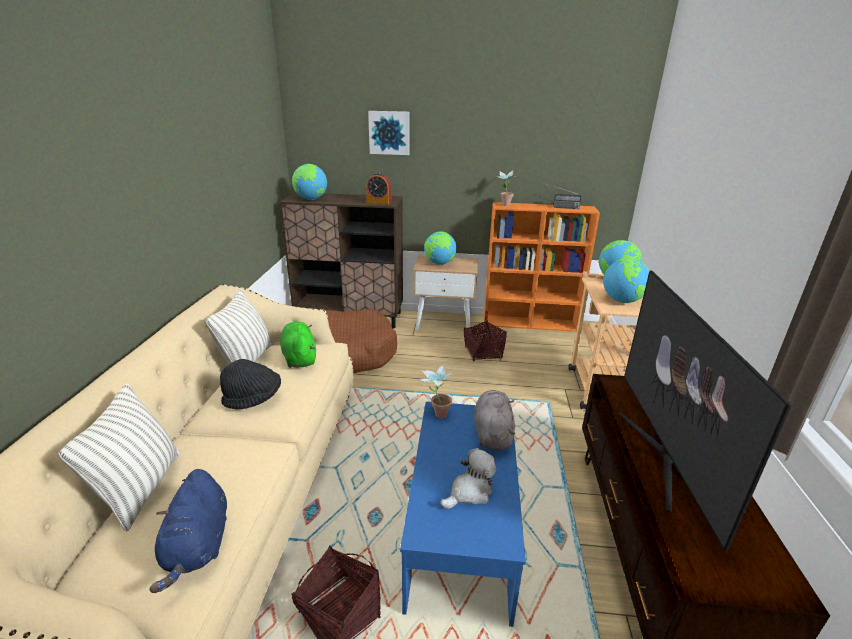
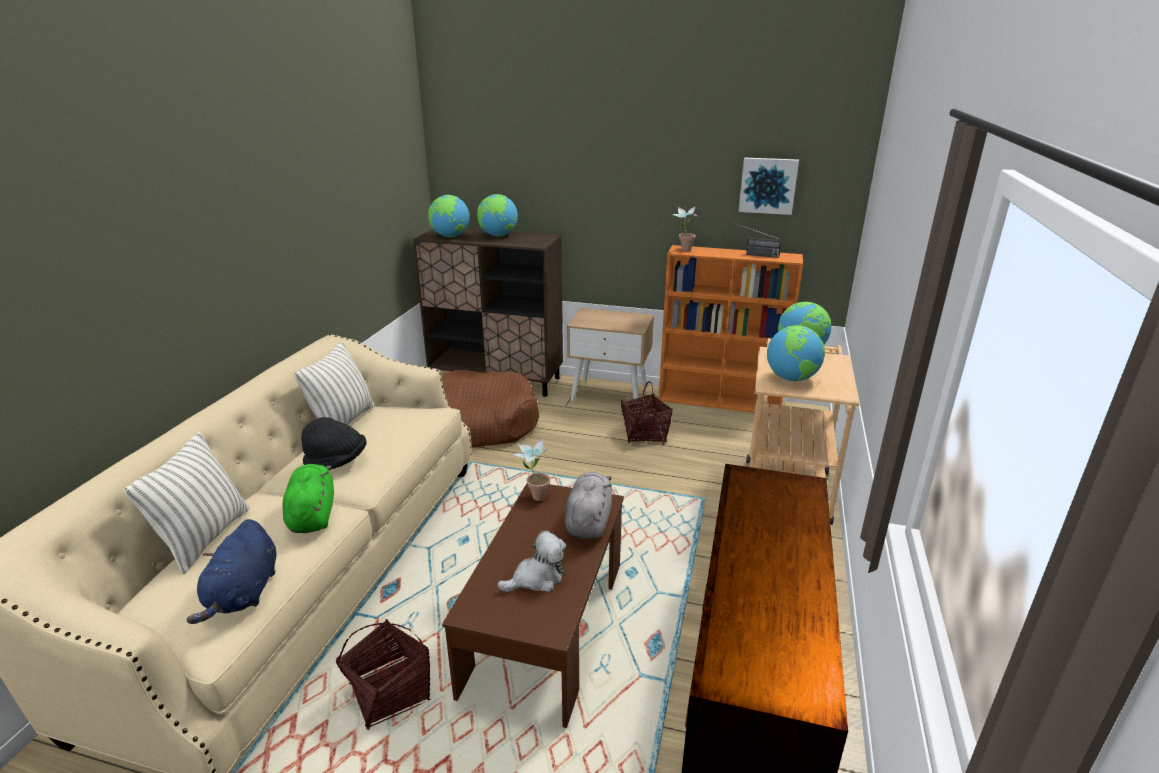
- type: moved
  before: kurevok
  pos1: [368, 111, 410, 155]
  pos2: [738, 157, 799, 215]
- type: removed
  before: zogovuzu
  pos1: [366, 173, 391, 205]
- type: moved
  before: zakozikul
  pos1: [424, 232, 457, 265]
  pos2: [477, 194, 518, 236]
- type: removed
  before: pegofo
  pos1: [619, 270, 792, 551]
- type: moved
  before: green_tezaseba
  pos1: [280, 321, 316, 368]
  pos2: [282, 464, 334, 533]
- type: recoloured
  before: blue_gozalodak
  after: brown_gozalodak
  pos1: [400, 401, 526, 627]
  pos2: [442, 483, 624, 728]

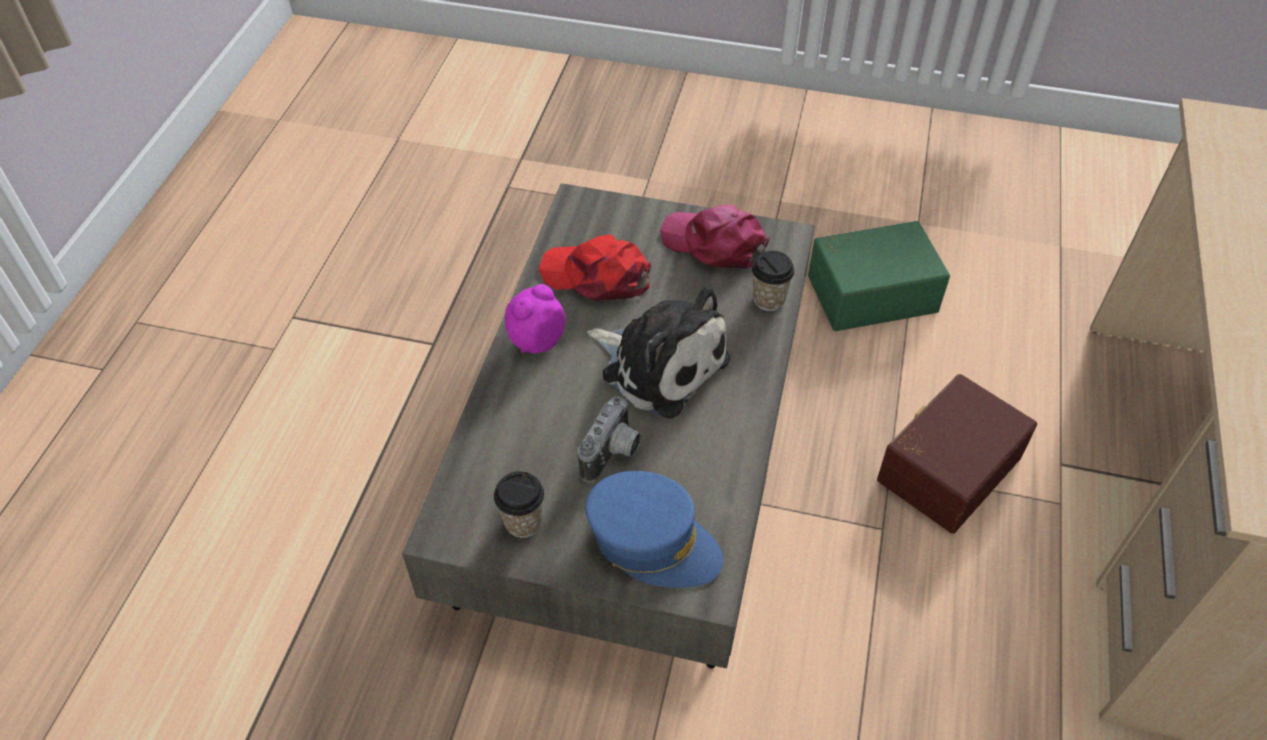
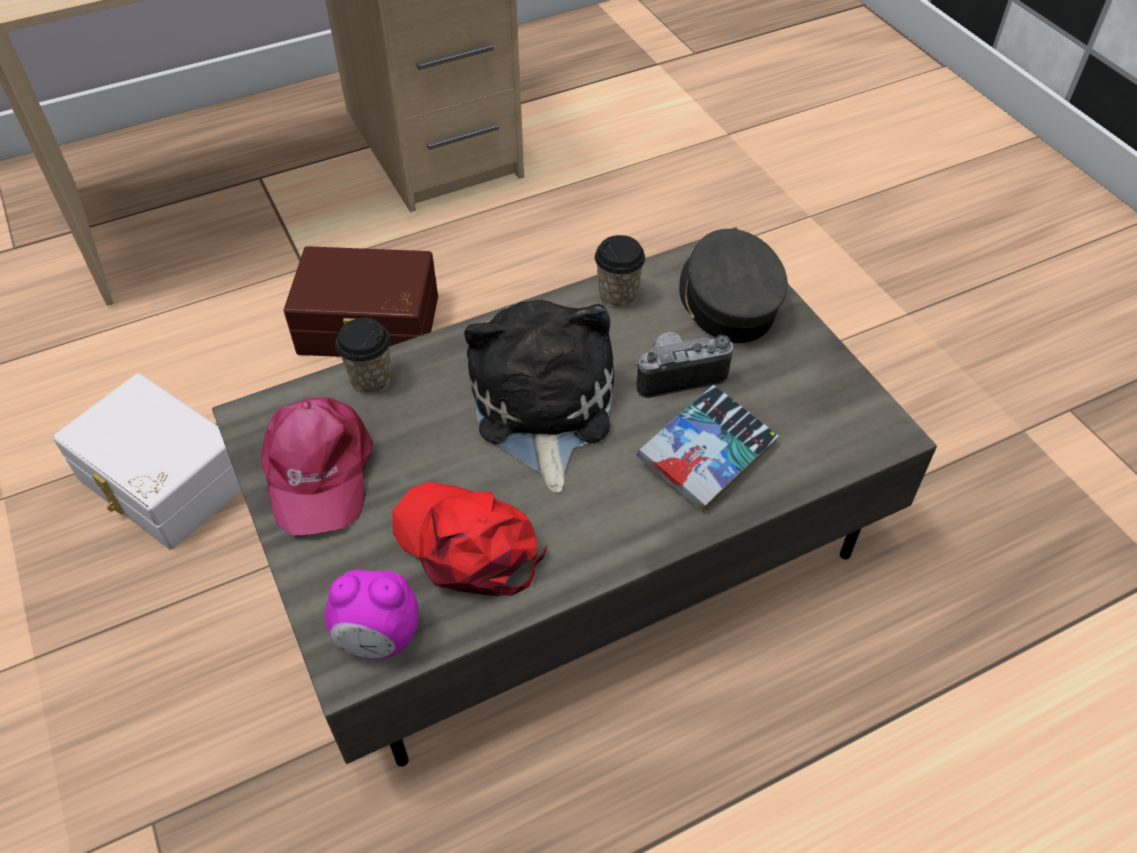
- type: recoloured
  before: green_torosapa
  after: white_torosapa
  pos1: [808, 221, 950, 331]
  pos2: [53, 373, 241, 550]
- type: turned
  before: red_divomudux
  pos1: [539, 234, 651, 301]
  pos2: [393, 482, 548, 597]
  turn: 150
- type: moved
  before: zogovuzu
  pos1: [505, 284, 566, 354]
  pos2: [325, 569, 418, 659]
- type: moved
  before: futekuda
  pos1: [494, 471, 544, 538]
  pos2: [595, 235, 645, 309]
- type: recoloured
  before: blue_divomudux
  after: grey_divomudux
  pos1: [586, 471, 723, 588]
  pos2: [679, 229, 788, 343]
- type: added
  after: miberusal
  pos2: [637, 385, 779, 512]

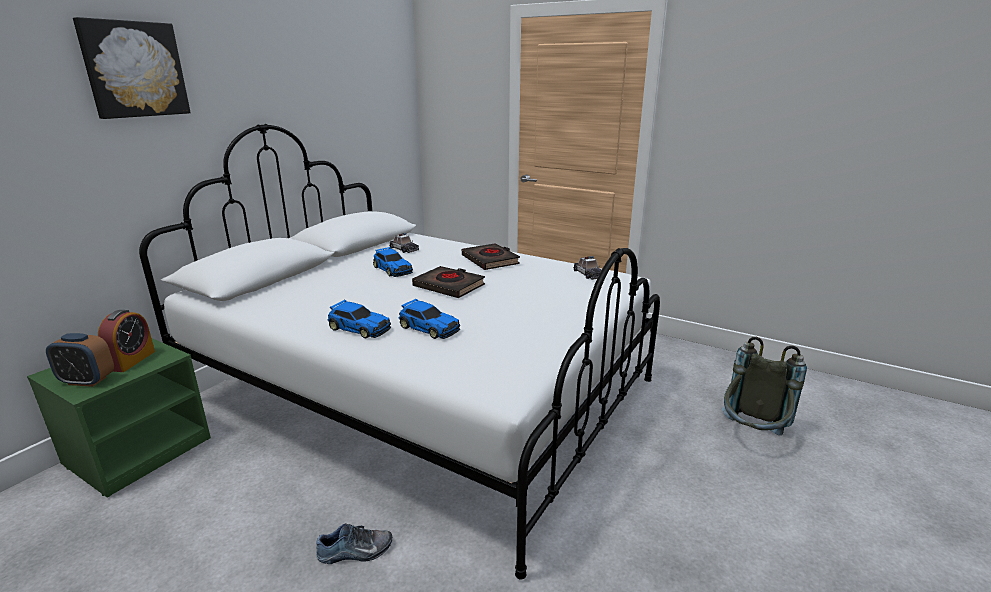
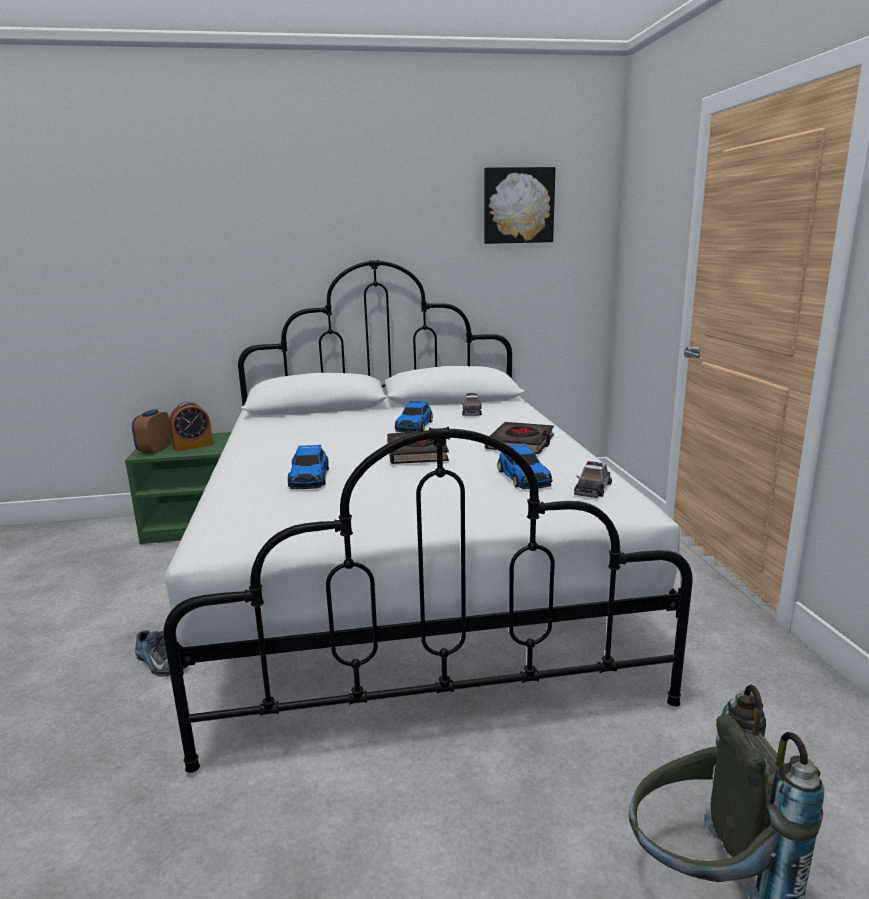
- type: moved
  before: kurevok
  pos1: [73, 17, 191, 119]
  pos2: [484, 167, 555, 244]
- type: moved
  before: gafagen
  pos1: [328, 300, 391, 339]
  pos2: [497, 443, 552, 489]
- type: turned
  before: zogovuzu
  pos1: [46, 333, 114, 387]
  pos2: [132, 409, 172, 454]
  turn: 45

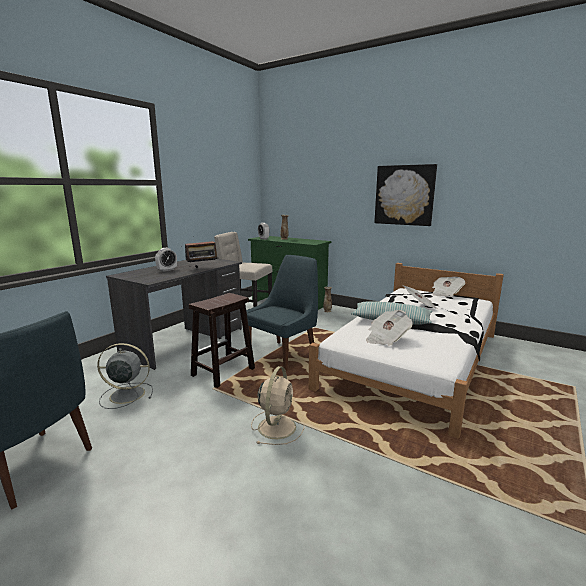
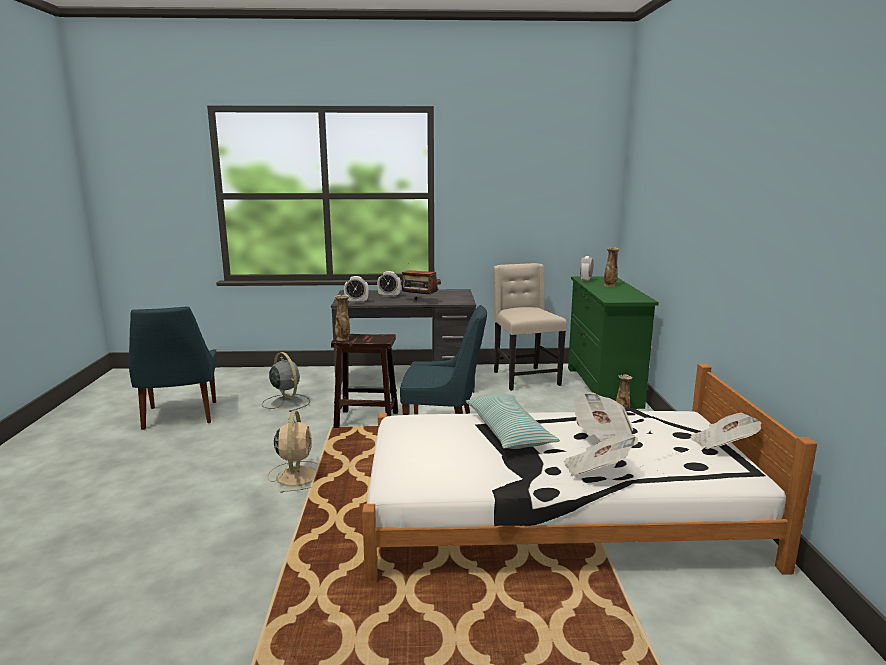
- type: removed
  before: kurevok
  pos1: [374, 164, 437, 226]
- type: moved
  before: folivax
  pos1: [366, 310, 413, 345]
  pos2: [564, 433, 638, 476]
- type: turned
  before: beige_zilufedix
  pos1: [251, 366, 304, 445]
  pos2: [268, 411, 321, 493]
  turn: -75
- type: added
  after: zogovuzu
  pos2: [344, 276, 369, 303]
- type: added
  after: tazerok
  pos2: [335, 295, 350, 341]

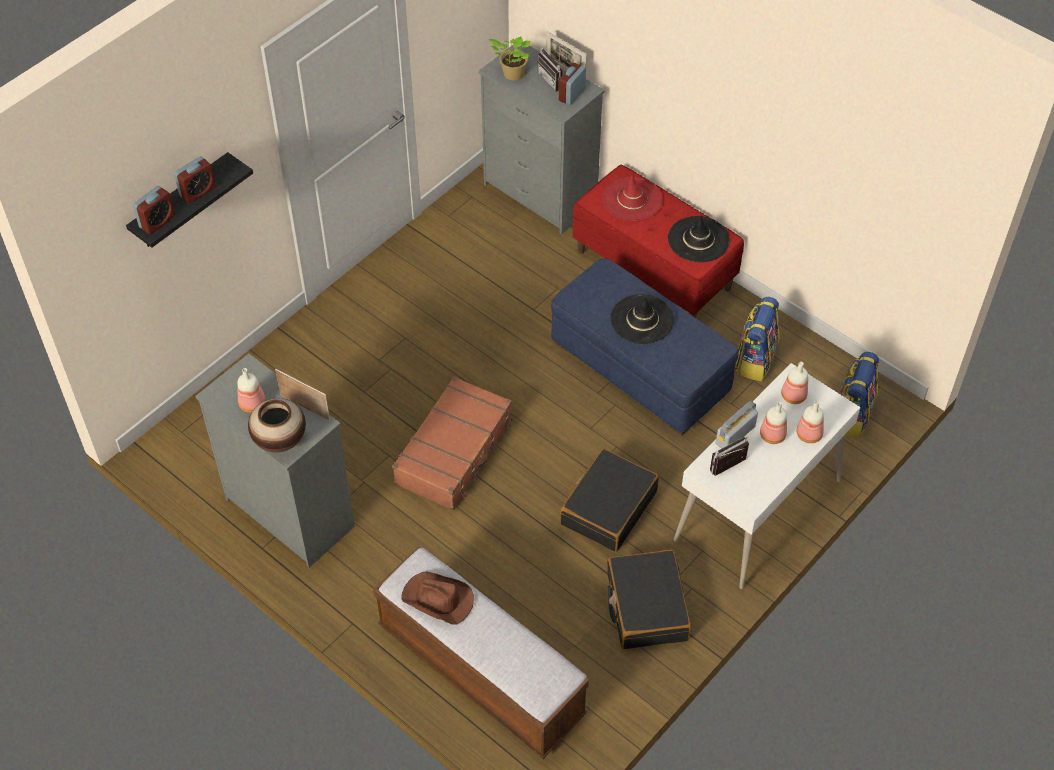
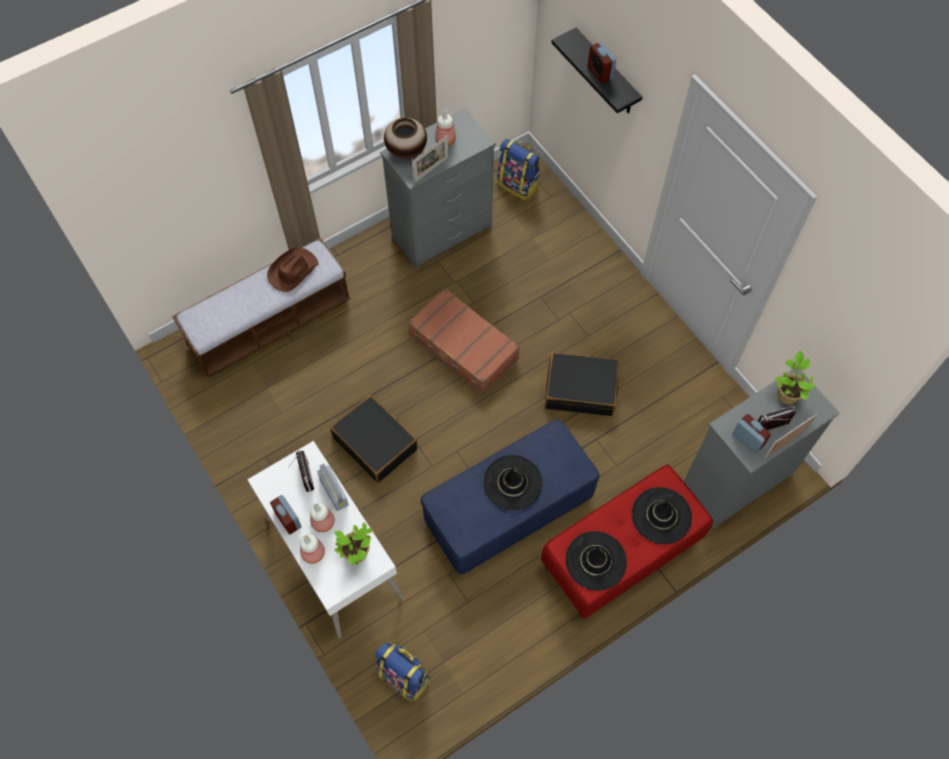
- type: recoloured
  before: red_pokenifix
  after: black_pokenifix
  pos1: [602, 174, 663, 221]
  pos2: [632, 487, 692, 544]
- type: moved
  before: zogovuzu
  pos1: [133, 186, 175, 234]
  pos2: [270, 495, 302, 534]
- type: moved
  before: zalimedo
  pos1: [735, 297, 779, 382]
  pos2: [497, 139, 540, 201]
- type: replaced
  before: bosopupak
  after: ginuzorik
  pos1: [781, 362, 808, 404]
  pos2: [334, 522, 373, 566]
- type: moved
  before: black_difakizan
  pos1: [607, 549, 691, 649]
  pos2: [545, 352, 619, 416]

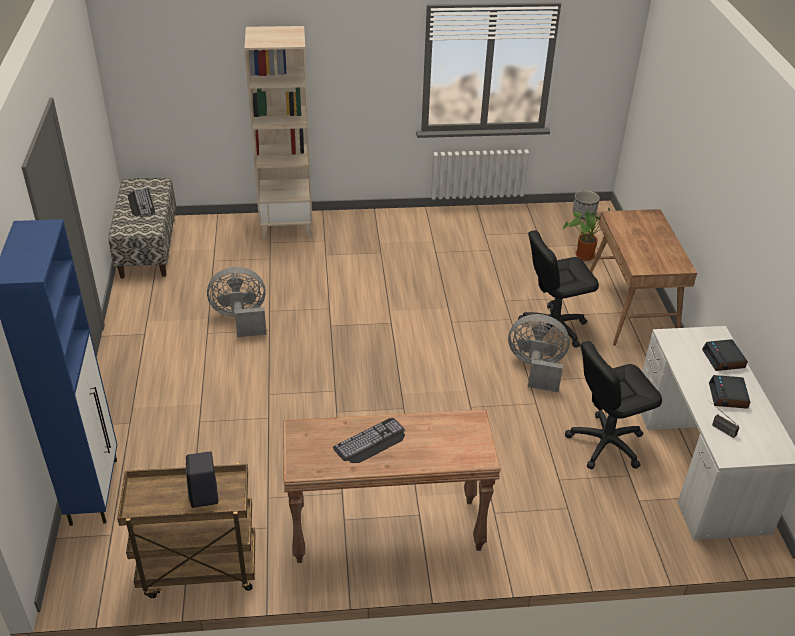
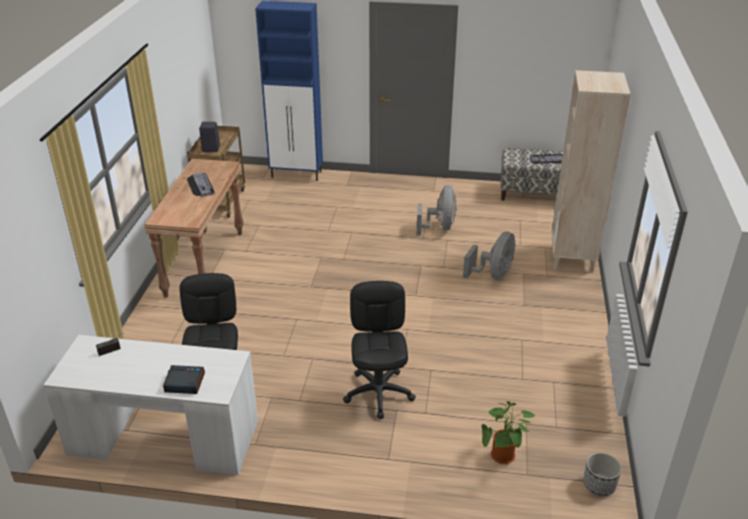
- type: removed
  before: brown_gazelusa
  pos1: [590, 209, 697, 346]
- type: moved
  before: grey_zilufedix
  pos1: [508, 314, 570, 392]
  pos2: [463, 231, 516, 280]
- type: removed
  before: zogovuzu
  pos1: [709, 375, 750, 409]

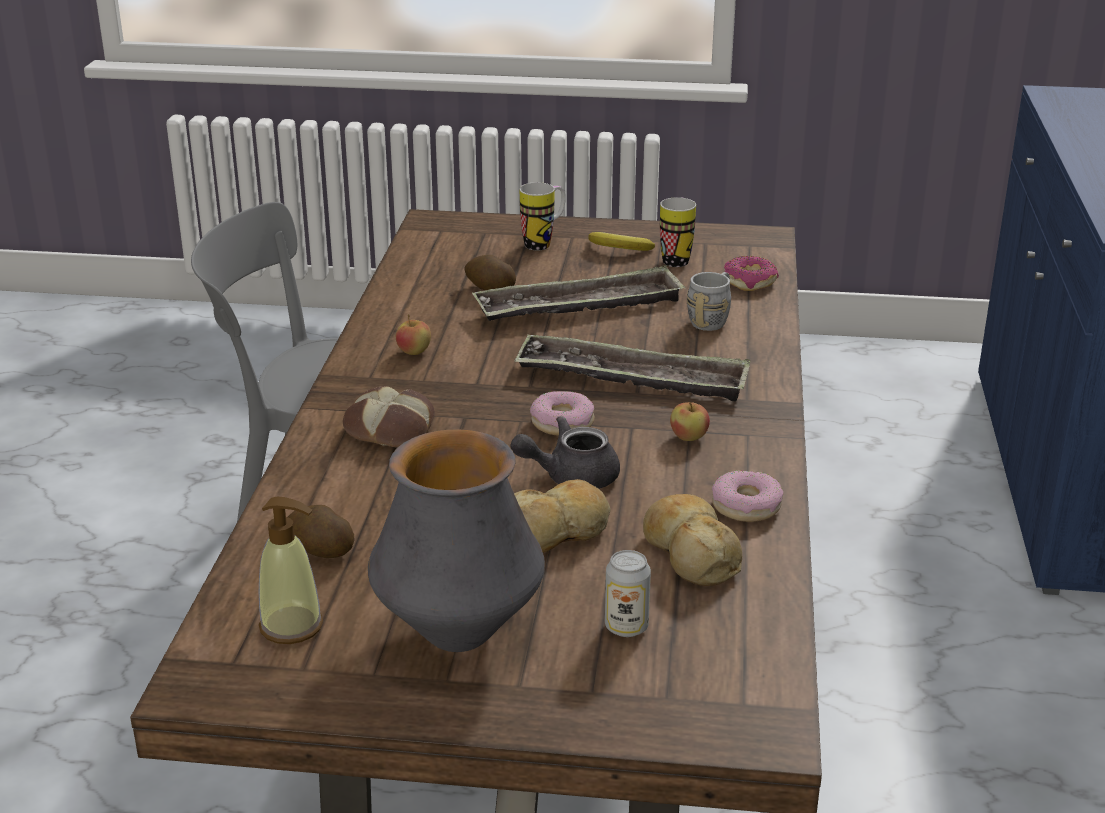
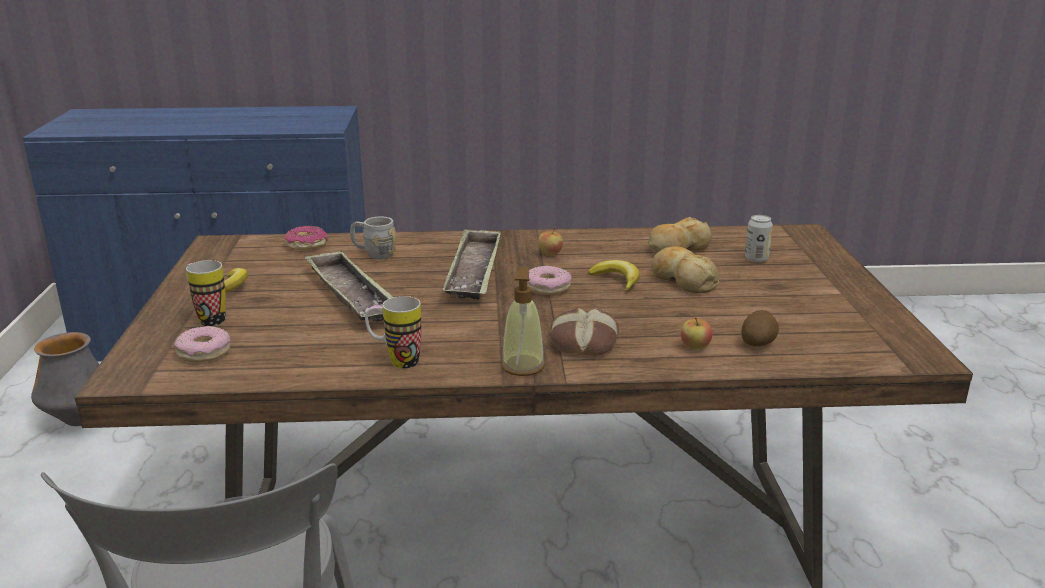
- type: moved
  before: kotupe
  pos1: [660, 197, 696, 267]
  pos2: [365, 296, 421, 368]
- type: removed
  before: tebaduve
  pos1: [464, 255, 516, 291]
- type: moved
  before: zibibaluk
  pos1: [396, 314, 431, 355]
  pos2: [681, 317, 713, 350]
- type: replaced
  before: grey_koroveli
  after: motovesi
  pos1: [510, 416, 620, 489]
  pos2: [588, 260, 640, 291]
- type: moved
  before: tazerok
  pos1: [368, 429, 545, 652]
  pos2: [31, 332, 100, 426]
- type: moved
  before: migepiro
  pos1: [712, 471, 783, 522]
  pos2: [174, 326, 231, 362]
- type: moved
  before: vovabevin
  pos1: [259, 497, 323, 644]
  pos2: [501, 267, 545, 376]

